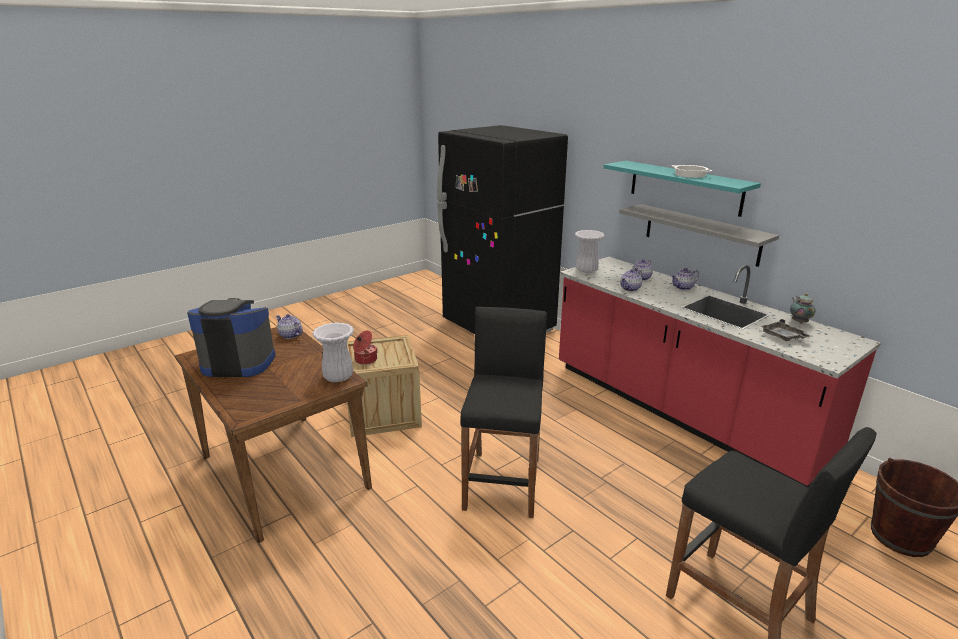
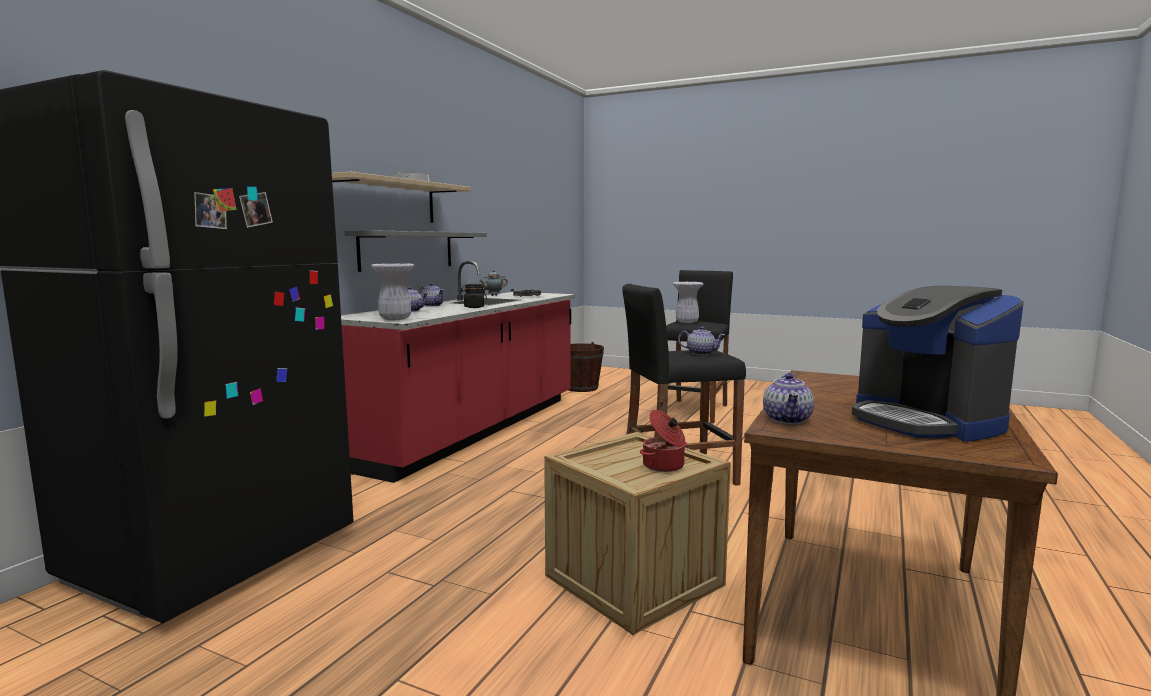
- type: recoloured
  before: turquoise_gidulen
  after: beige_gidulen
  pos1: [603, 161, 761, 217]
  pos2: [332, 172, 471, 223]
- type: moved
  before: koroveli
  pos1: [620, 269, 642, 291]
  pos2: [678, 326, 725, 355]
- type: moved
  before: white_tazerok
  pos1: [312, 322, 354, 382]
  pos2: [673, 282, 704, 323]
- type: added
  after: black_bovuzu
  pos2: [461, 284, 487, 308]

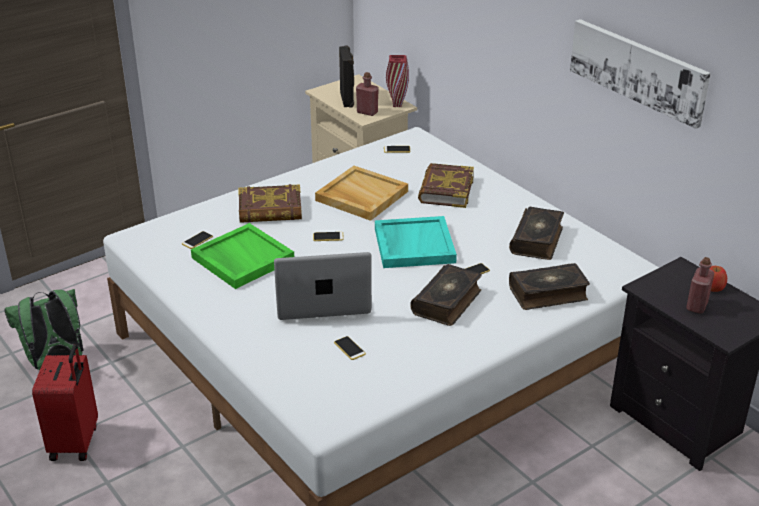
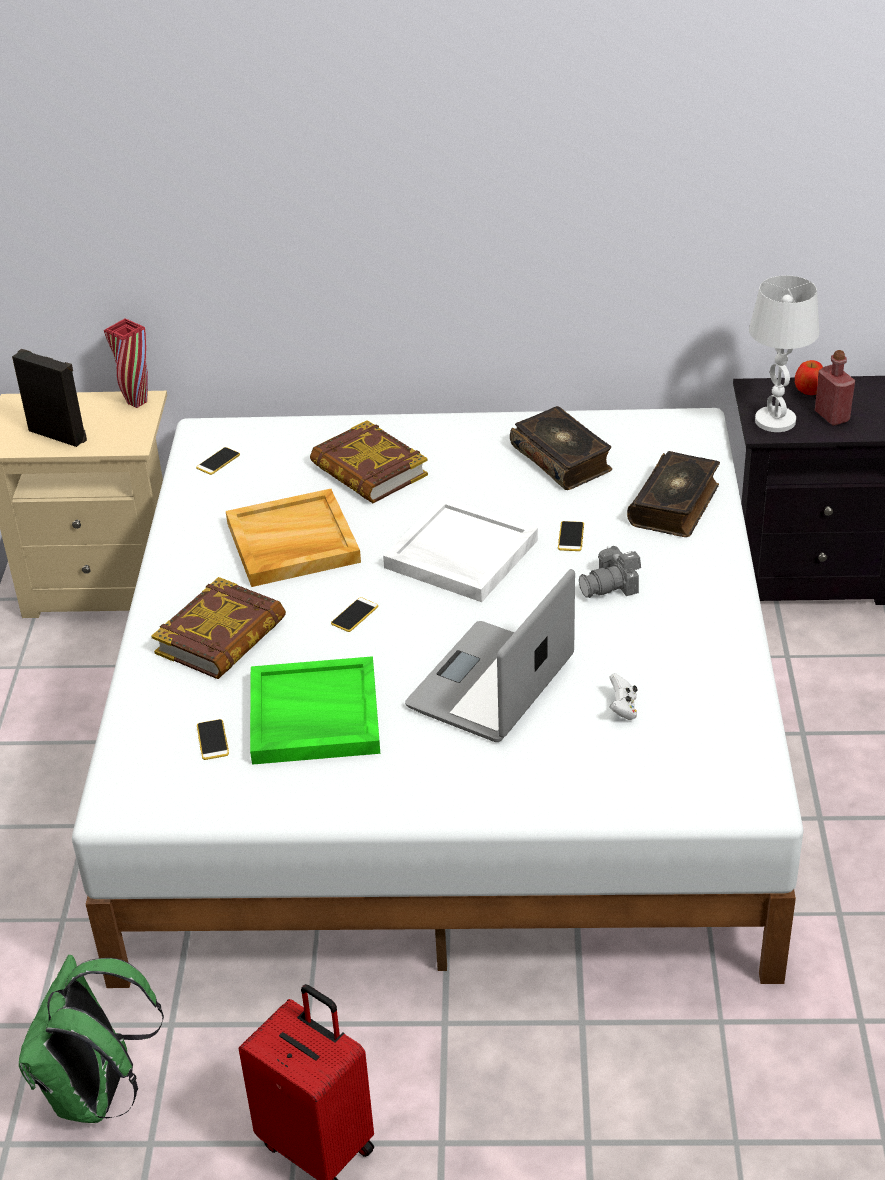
- type: removed
  before: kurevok
  pos1: [570, 19, 711, 129]
- type: removed
  before: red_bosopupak
  pos1: [356, 72, 379, 116]
- type: recoloured
  before: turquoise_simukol
  after: white_simukol
  pos1: [375, 216, 457, 268]
  pos2: [383, 497, 538, 602]
- type: replaced
  before: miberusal
  after: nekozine
  pos1: [410, 264, 482, 326]
  pos2: [579, 546, 641, 598]
- type: replaced
  before: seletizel
  after: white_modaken
  pos1: [334, 336, 366, 360]
  pos2: [609, 673, 638, 720]
- type: added
  after: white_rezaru
  pos2: [749, 275, 819, 432]

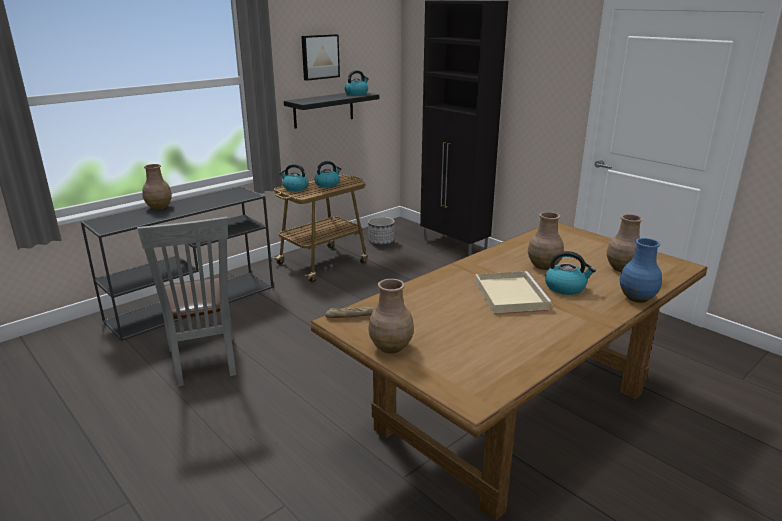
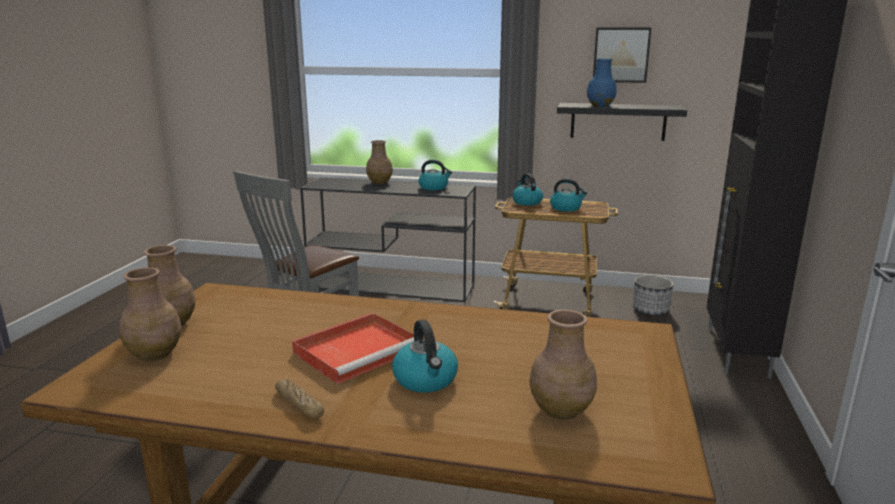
- type: moved
  before: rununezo
  pos1: [345, 70, 369, 95]
  pos2: [418, 159, 452, 190]
- type: moved
  before: brown_tazerok
  pos1: [528, 212, 564, 270]
  pos2: [119, 267, 181, 361]
- type: moved
  before: blue_tazerok
  pos1: [620, 238, 662, 303]
  pos2: [587, 59, 617, 107]
- type: recoloured
  before: beige_simukol
  after: red_simukol
  pos1: [475, 271, 553, 314]
  pos2: [292, 313, 414, 384]
- type: moved
  before: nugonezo
  pos1: [325, 305, 376, 318]
  pos2: [275, 379, 324, 418]

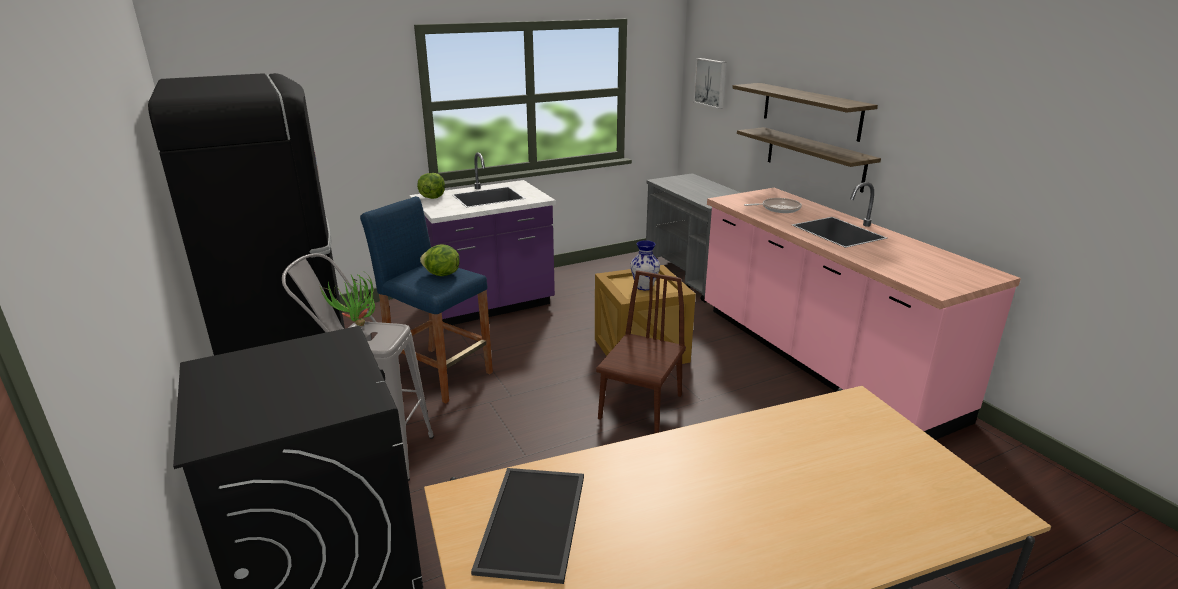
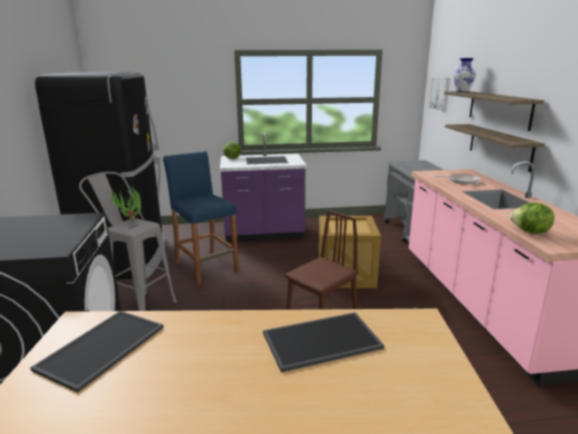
- type: moved
  before: tazerok
  pos1: [630, 240, 660, 290]
  pos2: [454, 58, 476, 92]
- type: moved
  before: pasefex
  pos1: [420, 245, 460, 276]
  pos2: [510, 203, 554, 234]
- type: added
  after: simukol
  pos2: [263, 312, 384, 372]

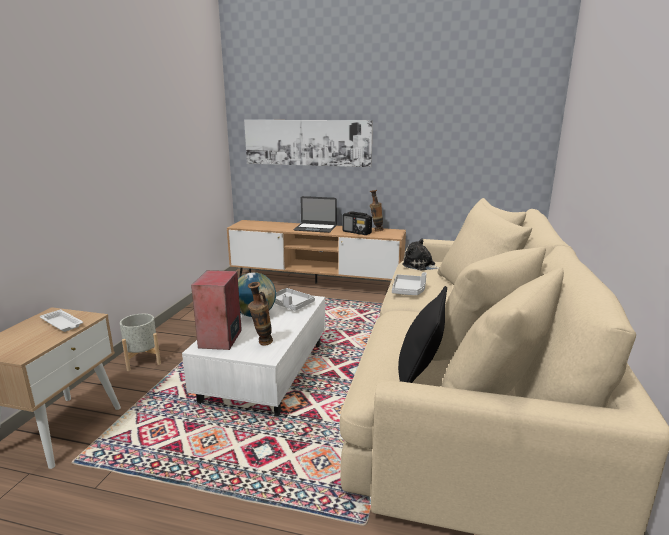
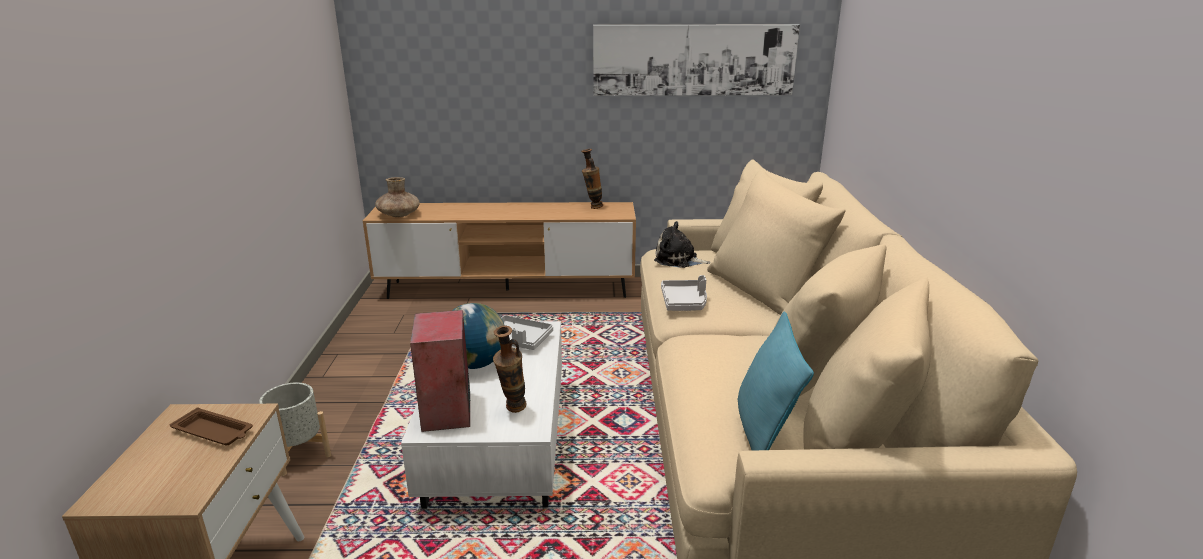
- type: moved
  before: kurevok
  pos1: [244, 120, 373, 167]
  pos2: [593, 25, 800, 96]
- type: removed
  before: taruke
  pos1: [293, 196, 337, 233]
- type: removed
  before: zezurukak
  pos1: [343, 211, 372, 235]
- type: recoloured
  before: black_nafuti
  after: turquoise_nafuti
  pos1: [398, 286, 447, 383]
  pos2: [737, 312, 814, 450]
- type: recoloured
  before: white_simukol
  after: brown_simukol
  pos1: [40, 309, 83, 332]
  pos2: [170, 407, 253, 445]
- type: added
  after: brown_tazerok
  pos2: [375, 177, 420, 217]

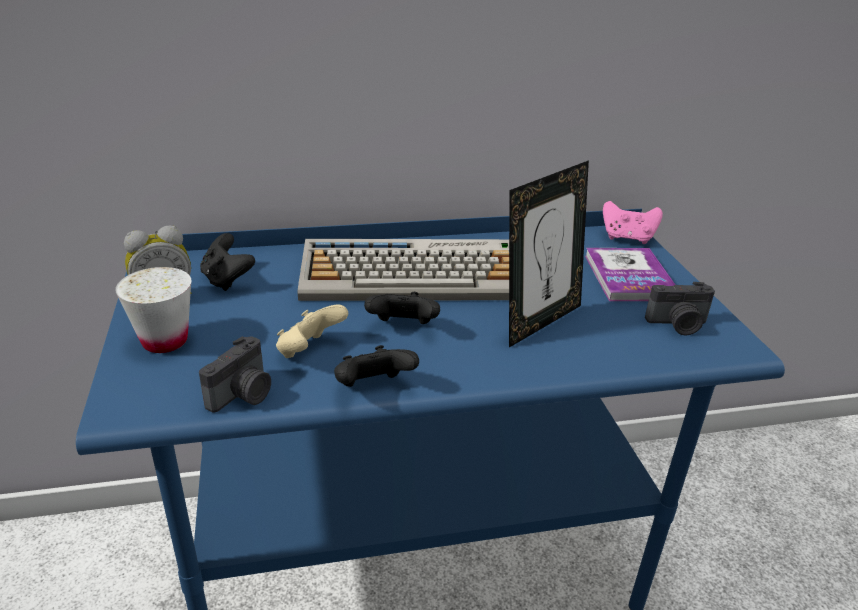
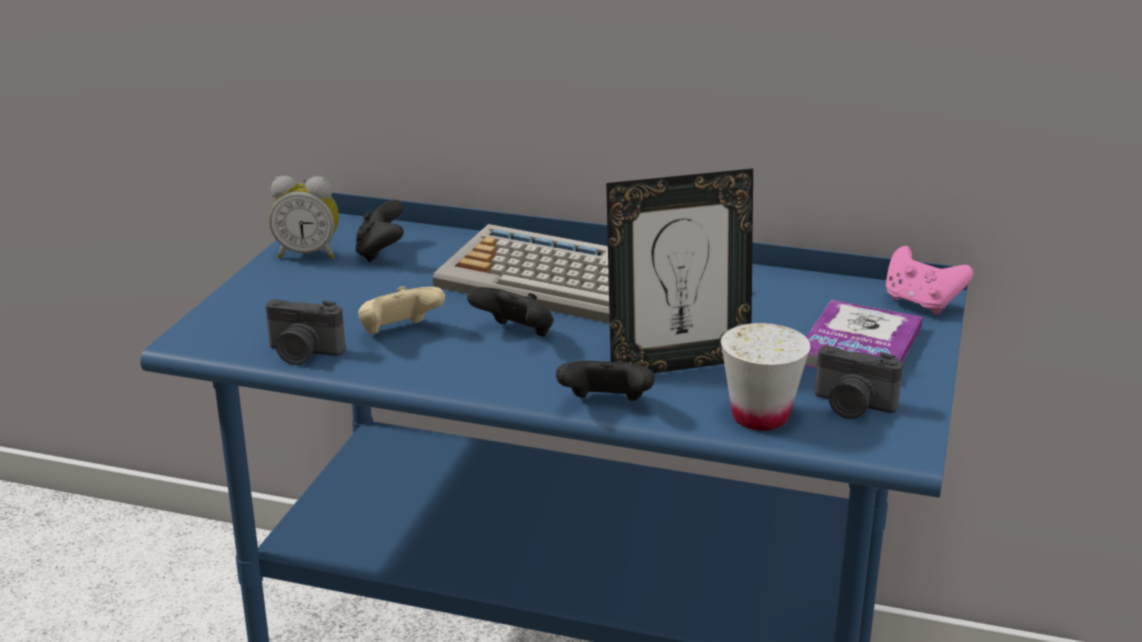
- type: moved
  before: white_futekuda
  pos1: [115, 267, 191, 353]
  pos2: [721, 323, 810, 431]
- type: turned
  before: nekozine
  pos1: [199, 336, 271, 413]
  pos2: [266, 299, 345, 365]
  turn: 45
- type: moved
  before: black_modaken
  pos1: [334, 345, 419, 387]
  pos2: [556, 357, 655, 401]

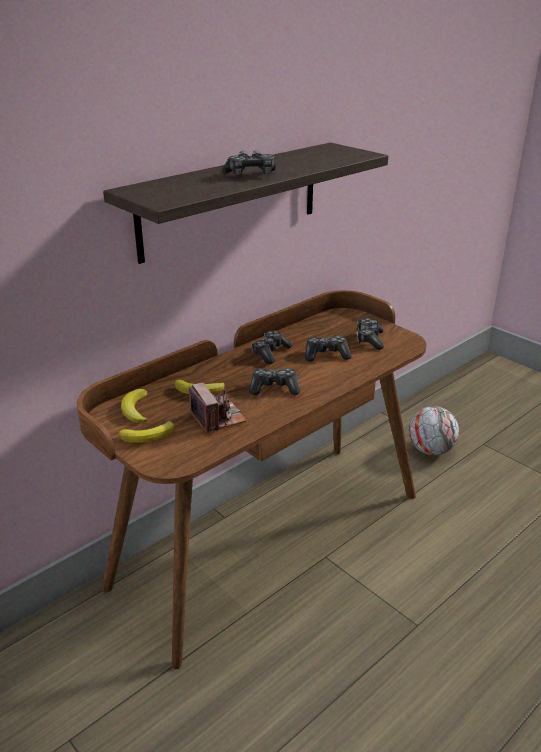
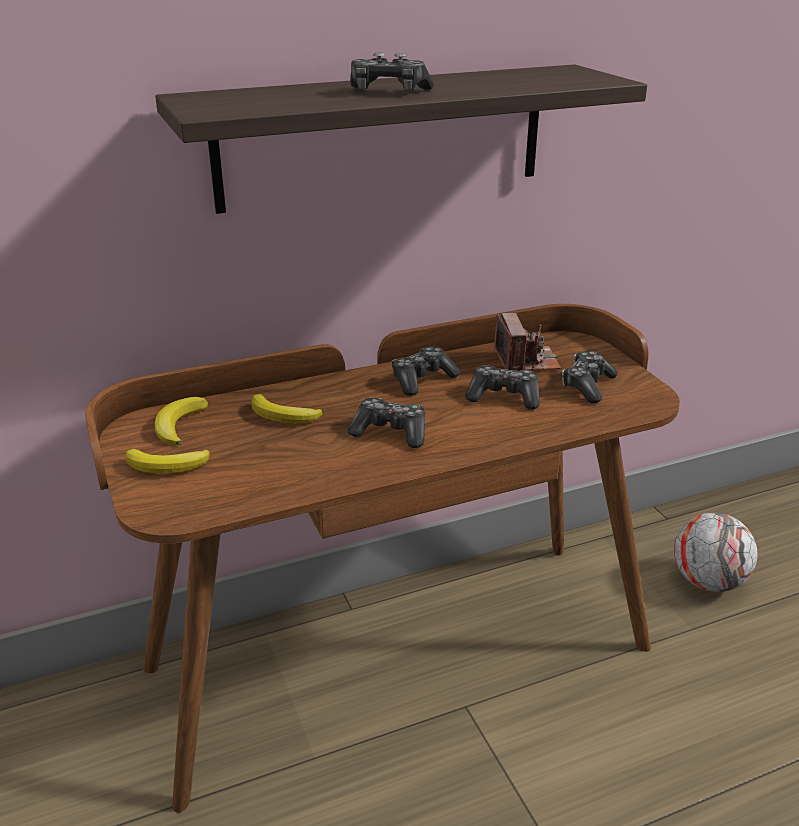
- type: moved
  before: nekozine
  pos1: [189, 382, 246, 433]
  pos2: [494, 313, 561, 371]

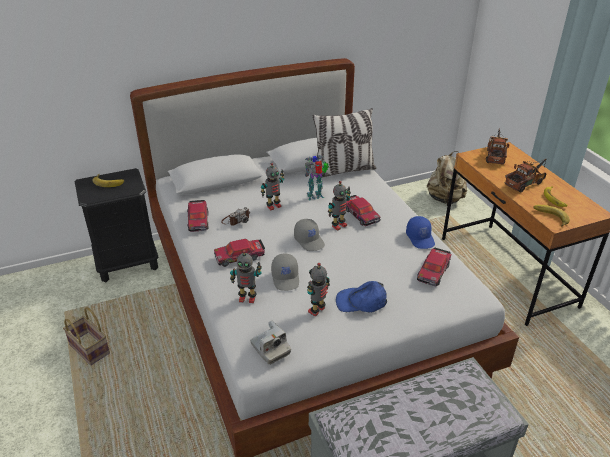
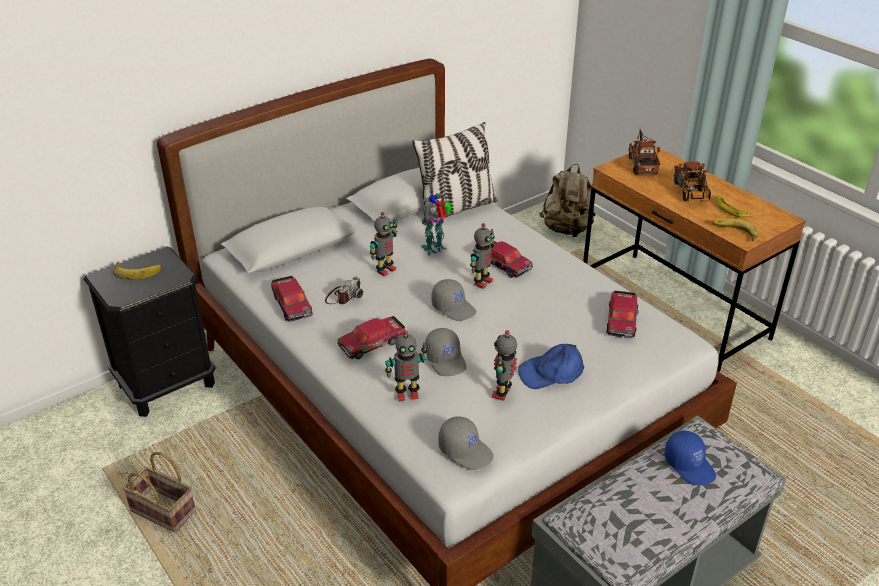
- type: turned
  before: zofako
  pos1: [504, 159, 546, 192]
  pos2: [674, 161, 711, 201]
  turn: 135
- type: moved
  before: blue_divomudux
  pos1: [406, 216, 435, 249]
  pos2: [664, 430, 716, 486]
- type: replaced
  before: nekozine
  after: grey_divomudux
  pos1: [250, 320, 291, 365]
  pos2: [438, 416, 494, 470]

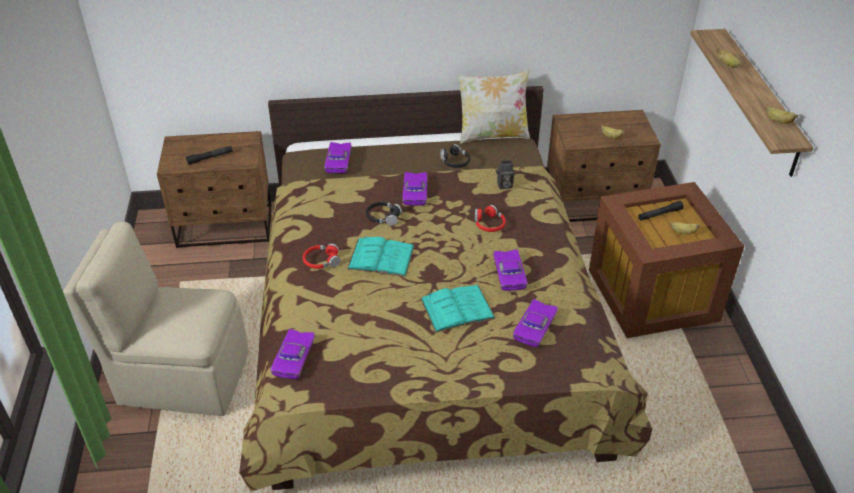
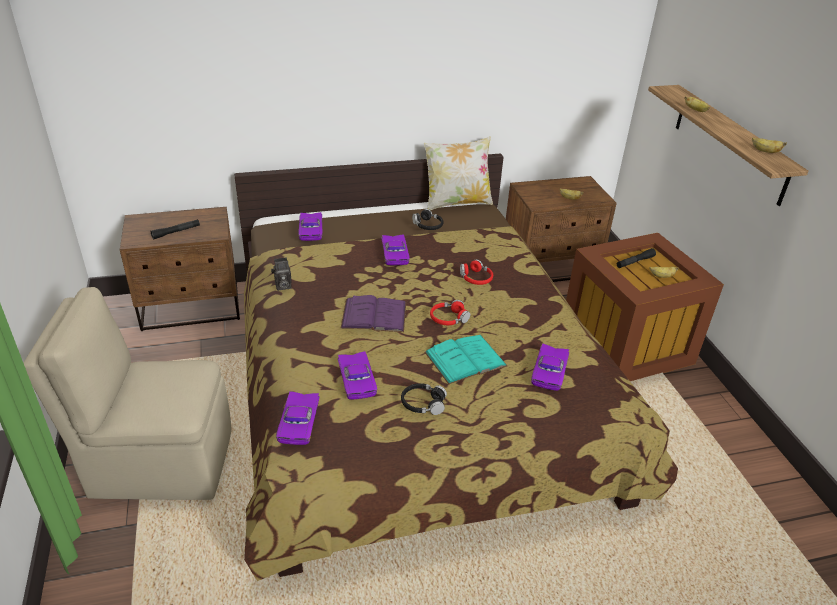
- type: moved
  before: nekozine
  pos1: [496, 160, 514, 189]
  pos2: [271, 257, 292, 290]
- type: moved
  before: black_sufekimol
  pos1: [366, 202, 402, 226]
  pos2: [401, 383, 447, 415]
- type: recoloured
  before: turquoise_miberusal
  after: purple_miberusal
  pos1: [347, 236, 415, 277]
  pos2: [340, 295, 406, 332]
- type: moved
  before: red_sufekimol
  pos1: [303, 244, 341, 269]
  pos2: [430, 300, 470, 325]
- type: moved
  before: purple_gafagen
  pos1: [493, 249, 527, 291]
  pos2: [338, 351, 377, 400]

